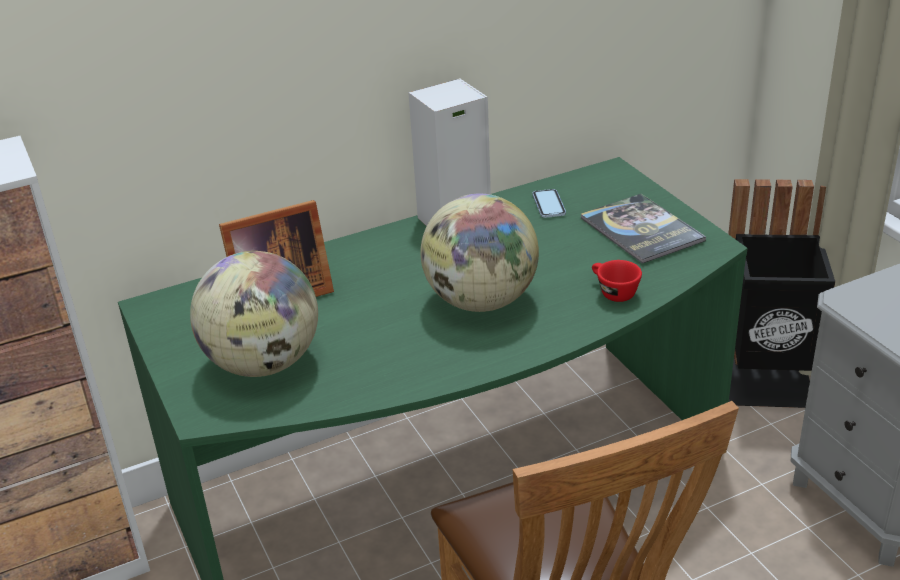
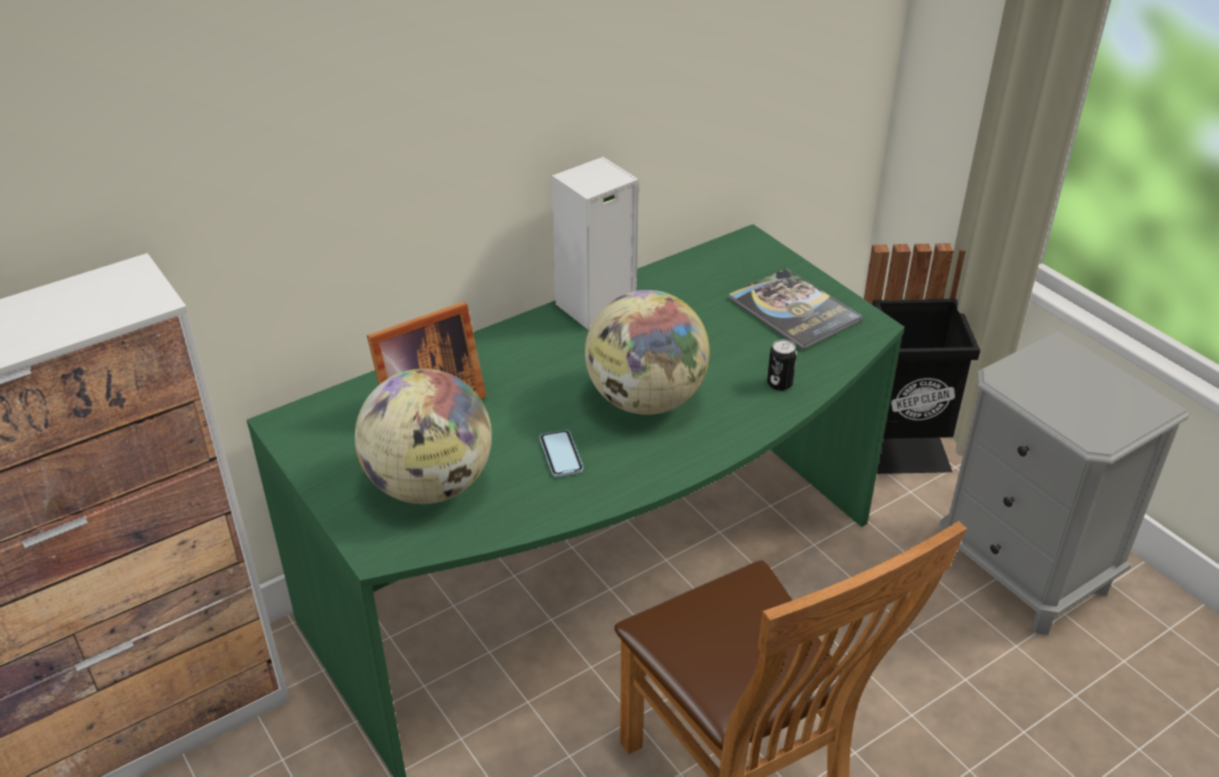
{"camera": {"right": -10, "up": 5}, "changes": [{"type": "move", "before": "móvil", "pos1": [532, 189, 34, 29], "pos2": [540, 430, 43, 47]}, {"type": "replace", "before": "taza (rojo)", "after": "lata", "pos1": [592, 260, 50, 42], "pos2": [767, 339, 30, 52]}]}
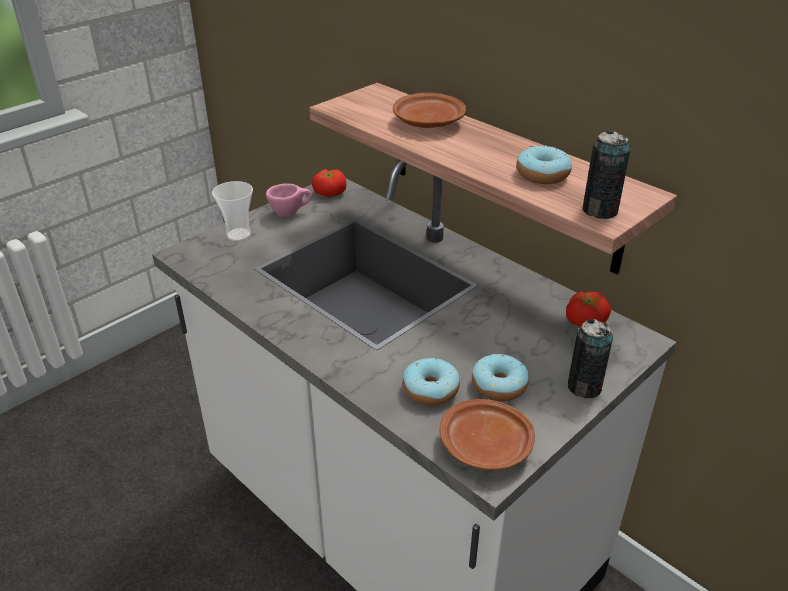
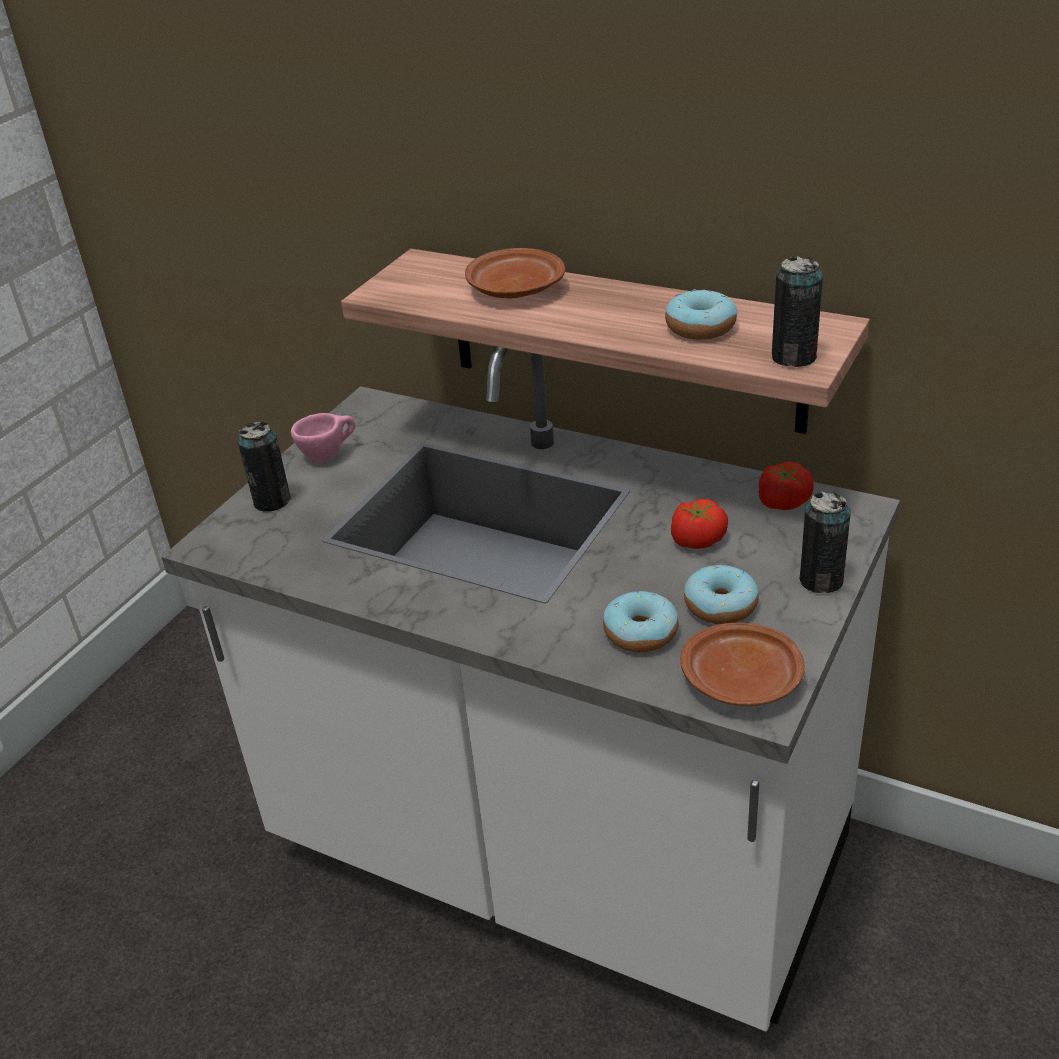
{"camera": {"right": -15, "up": 0}, "changes": [{"type": "replace", "before": "taza", "after": "lata", "pos1": [212, 181, 41, 61], "pos2": [238, 422, 53, 90]}, {"type": "move", "before": "tomate", "pos1": [312, 169, 34, 28], "pos2": [671, 499, 57, 50]}]}
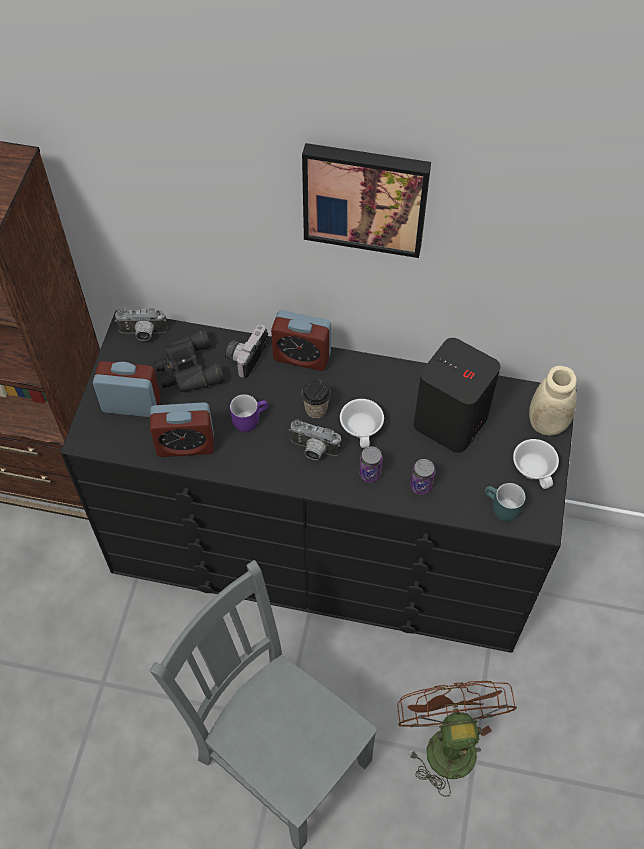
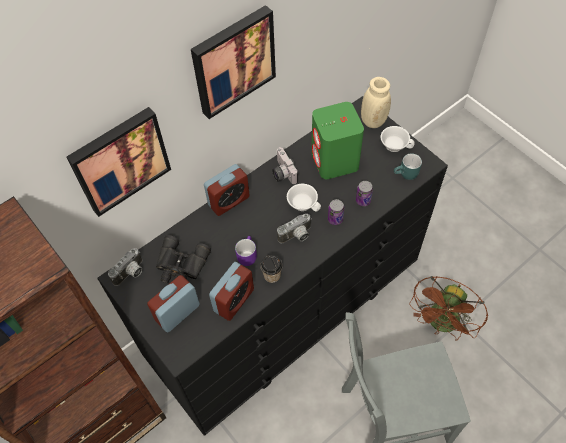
{"camera": {"right": -50, "up": 0}, "changes": [{"type": "move", "before": "cámara", "pos1": [225, 324, 43, 54], "pos2": [272, 147, 26, 37]}, {"type": "move", "before": "taza", "pos1": [302, 380, 29, 38], "pos2": [260, 255, 22, 28]}, {"type": "rotate", "before": "ventilador (marrón)", "pos1": [398, 681, 119, 115], "pos2": [409, 276, 79, 65], "turn": -90}, {"type": "recolor", "before": "altavoz (negro)", "after": "altavoz (verde)", "pos1": [414, 338, 86, 115], "pos2": [311, 102, 53, 77]}, {"type": "insert", "after": "cuadro", "pos2": [66, 107, 105, 110]}]}
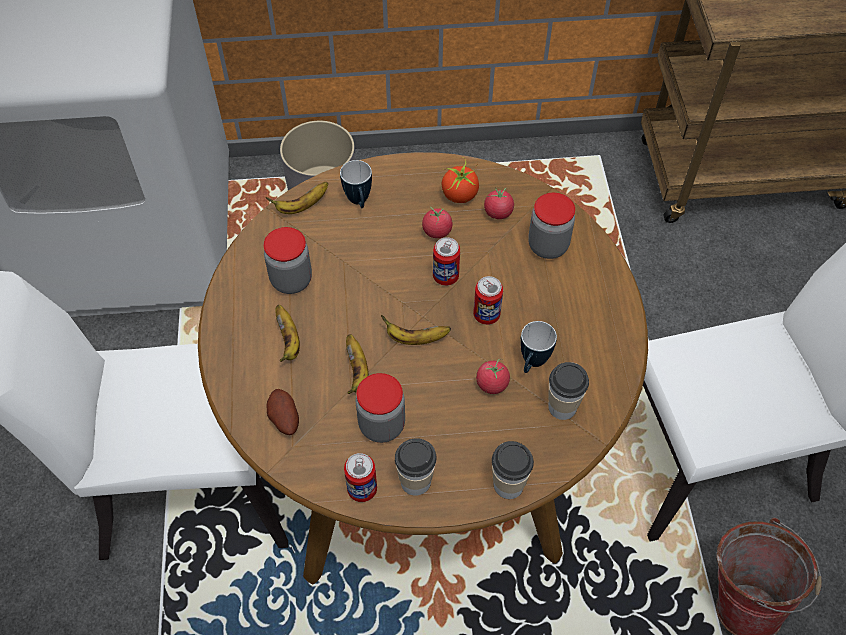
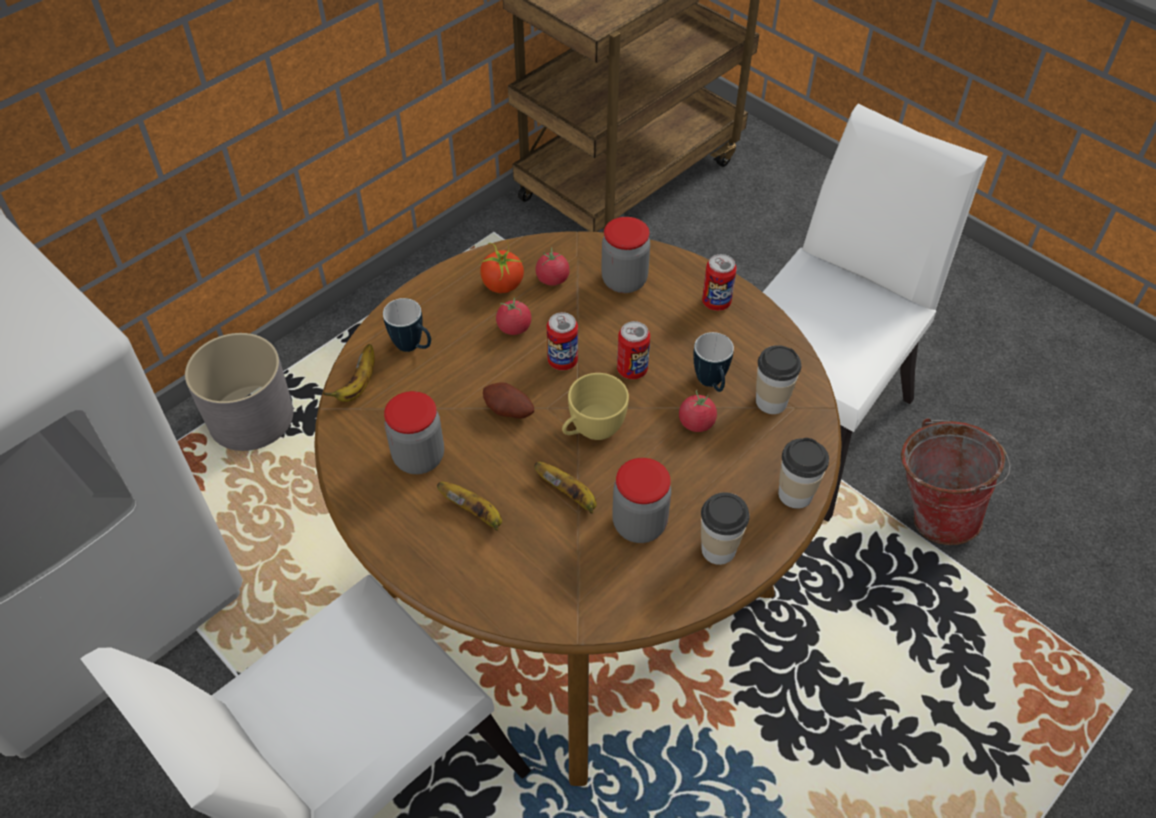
{"camera": {"right": -40, "up": -5}, "changes": [{"type": "move", "before": "patata", "pos1": [267, 389, 32, 46], "pos2": [483, 382, 51, 37]}, {"type": "move", "before": "lata", "pos1": [344, 453, 33, 49], "pos2": [702, 254, 35, 57]}, {"type": "replace", "before": "plátano", "after": "taza (amarillo)", "pos1": [381, 315, 70, 30], "pos2": [562, 373, 67, 67]}]}
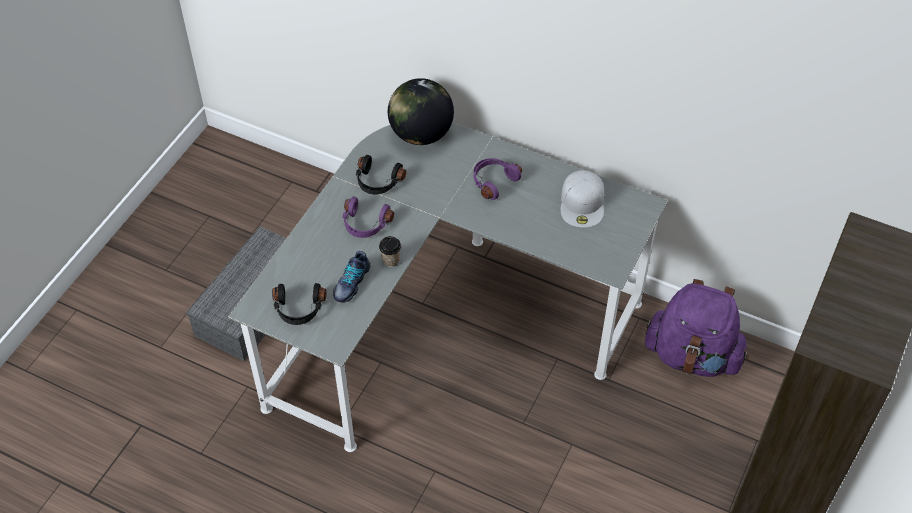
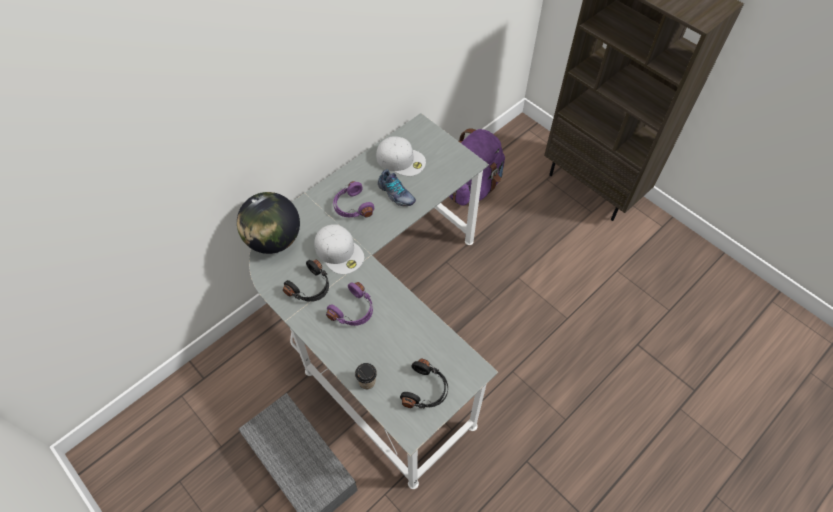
{"camera": {"right": -70, "up": 5}, "changes": [{"type": "move", "before": "zapato", "pos1": [333, 251, 37, 51], "pos2": [378, 169, 38, 37]}, {"type": "move", "before": "taza", "pos1": [379, 236, 22, 31], "pos2": [355, 363, 22, 26]}, {"type": "insert", "after": "gorra (blanco)", "pos2": [314, 224, 50, 51]}]}
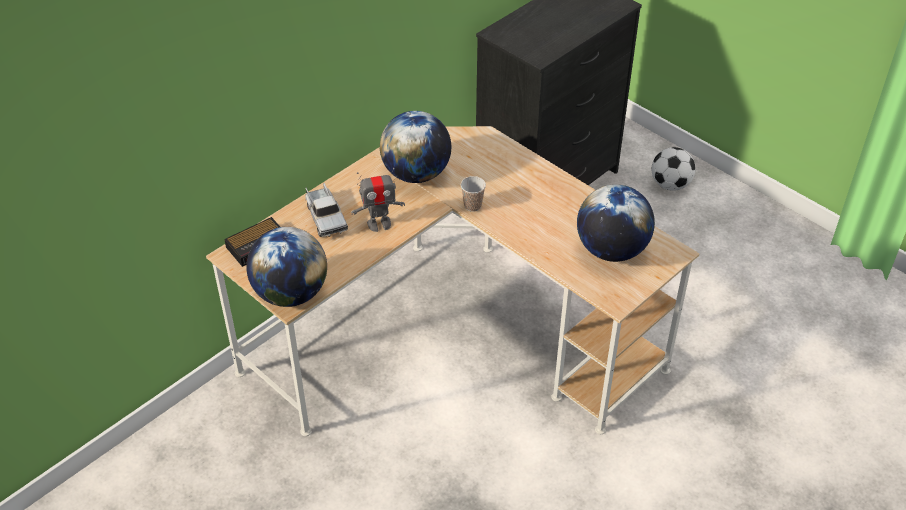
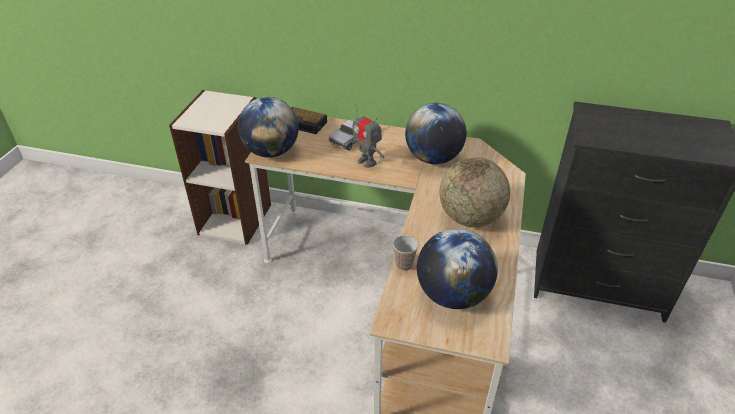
{"camera": {"right": 60, "up": -5}, "changes": [{"type": "move", "before": "taza", "pos1": [461, 176, 25, 36], "pos2": [393, 235, 26, 36]}, {"type": "delete", "before": "balón de fútbol", "pos1": [652, 147, 44, 44]}, {"type": "insert", "after": "estantería", "pos2": [169, 90, 102, 155]}, {"type": "insert", "after": "globo terráqueo", "pos2": [439, 157, 71, 70]}]}
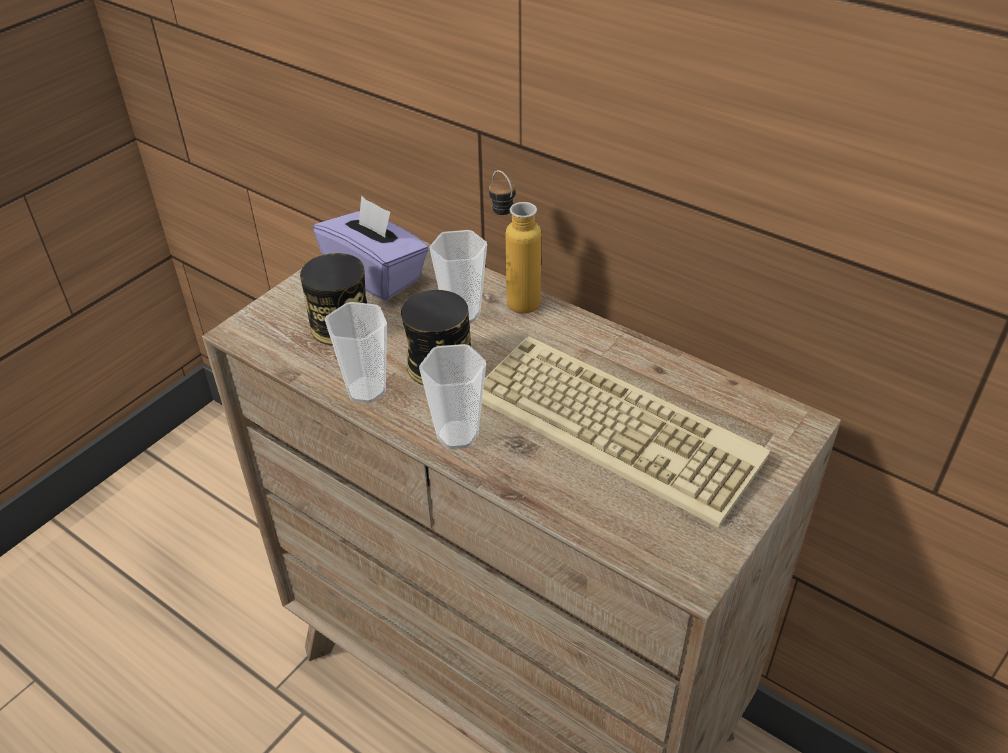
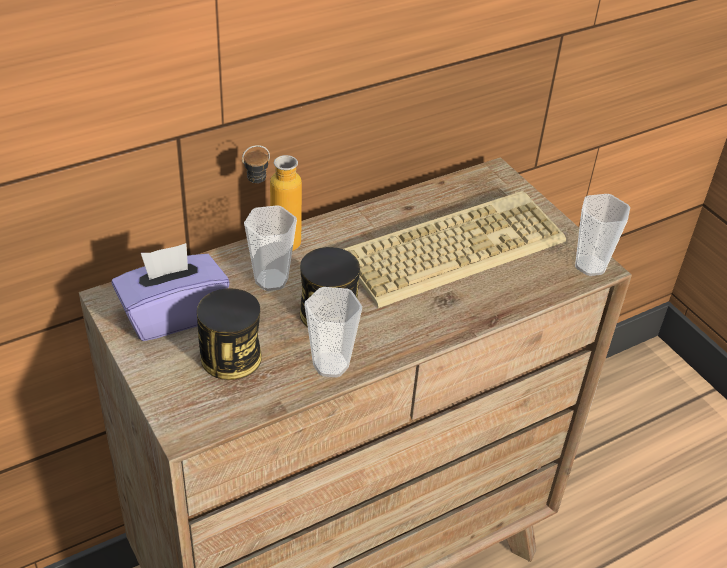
{"camera": {"right": -70, "up": 0}, "changes": [{"type": "move", "before": "taza", "pos1": [419, 344, 67, 105], "pos2": [575, 194, 55, 82]}]}
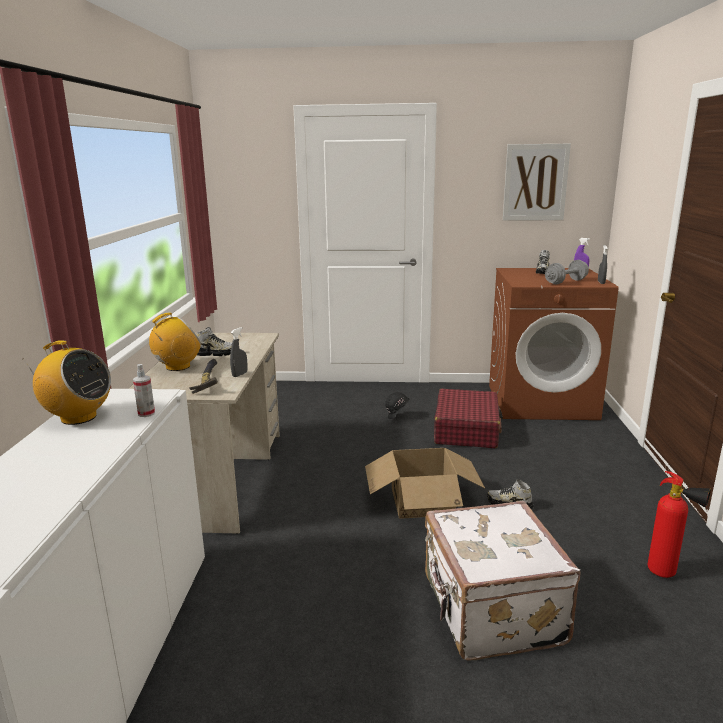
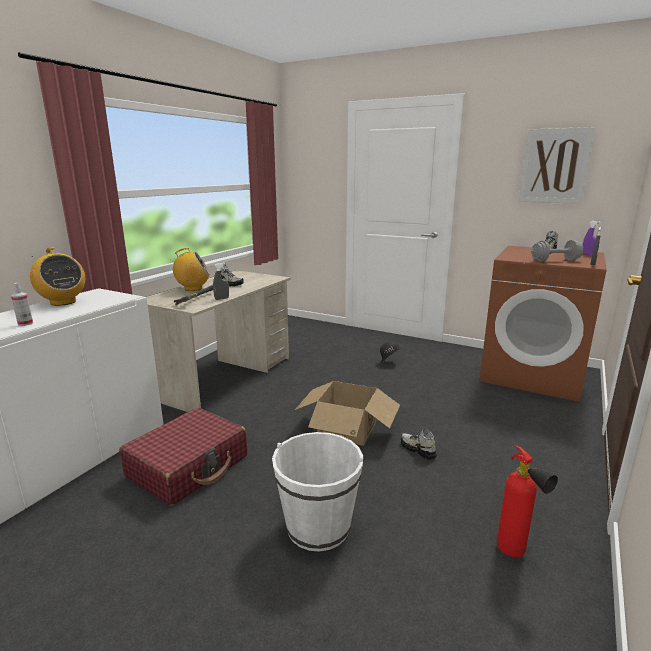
{"camera": {"right": 25, "up": 0}, "changes": [{"type": "move", "before": "pulverizador", "pos1": [133, 364, 22, 53], "pos2": [11, 283, 22, 43]}, {"type": "replace", "before": "maleta (blanco)", "after": "cubo (blanco)", "pos1": [425, 501, 155, 160], "pos2": [272, 432, 91, 120]}, {"type": "move", "before": "maleta (rojo)", "pos1": [434, 389, 69, 59], "pos2": [119, 408, 128, 98]}]}
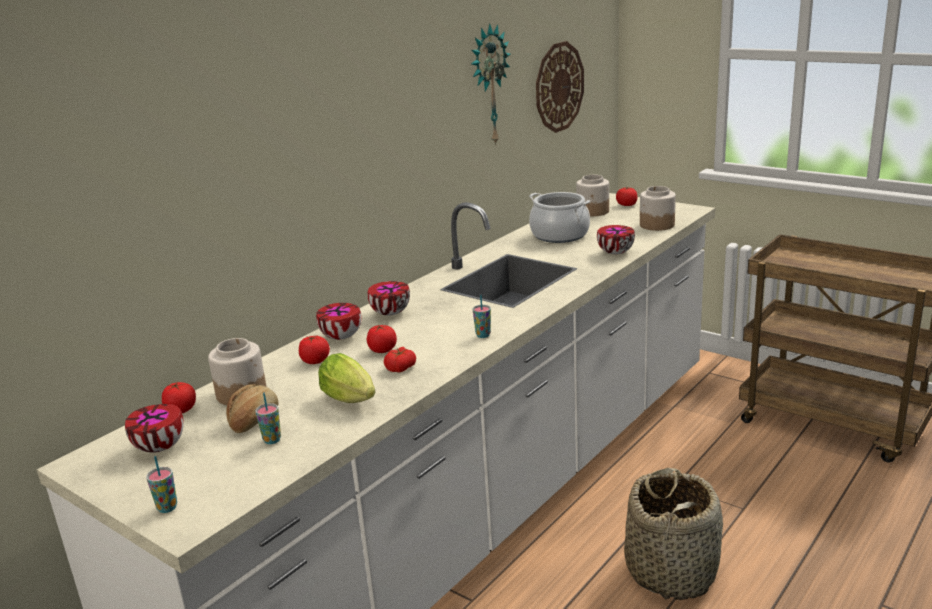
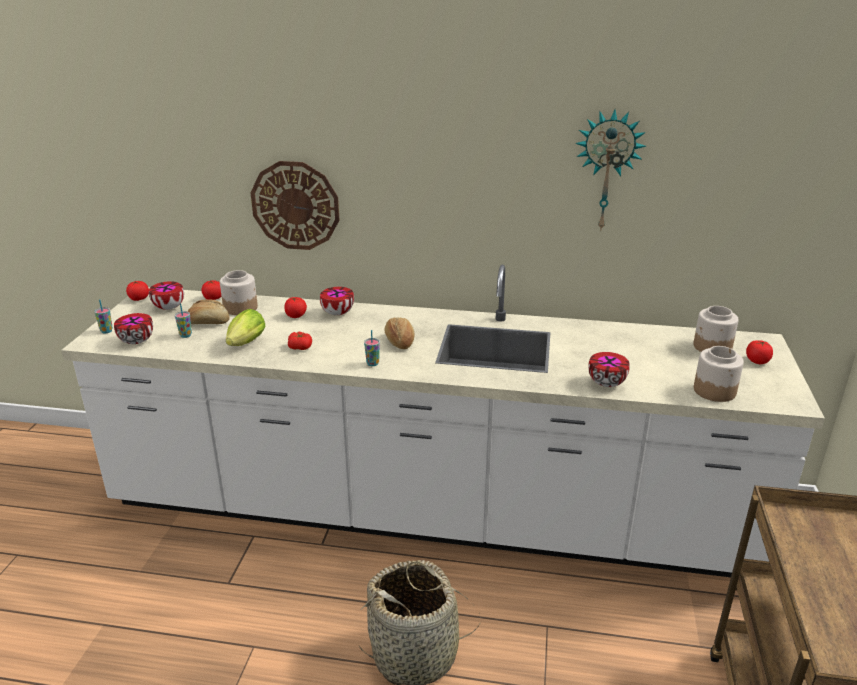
{"camera": {"right": 60, "up": 5}, "changes": [{"type": "move", "before": "cuenco", "pos1": [367, 281, 43, 35], "pos2": [114, 313, 39, 31]}, {"type": "move", "before": "tomate", "pos1": [367, 325, 30, 28], "pos2": [126, 281, 23, 20]}, {"type": "delete", "before": "olla", "pos1": [529, 192, 61, 51]}, {"type": "move", "before": "reloj de pared", "pos1": [536, 41, 48, 92], "pos2": [251, 161, 89, 89]}, {"type": "insert", "after": "pan", "pos2": [384, 317, 31, 32]}]}
